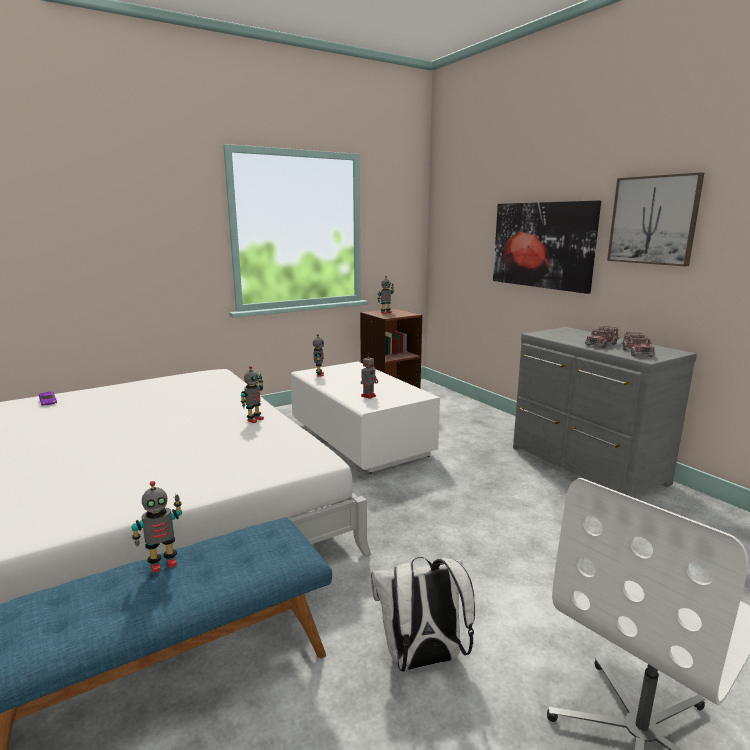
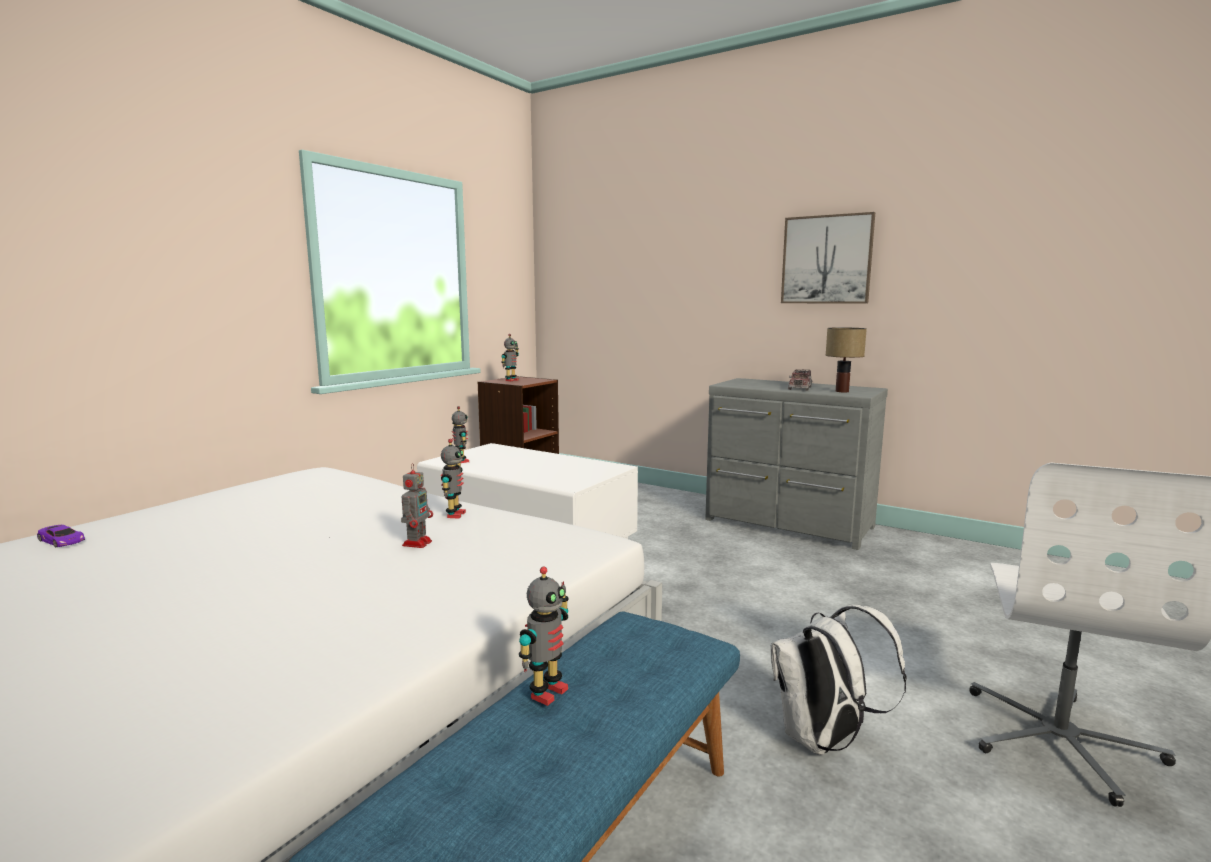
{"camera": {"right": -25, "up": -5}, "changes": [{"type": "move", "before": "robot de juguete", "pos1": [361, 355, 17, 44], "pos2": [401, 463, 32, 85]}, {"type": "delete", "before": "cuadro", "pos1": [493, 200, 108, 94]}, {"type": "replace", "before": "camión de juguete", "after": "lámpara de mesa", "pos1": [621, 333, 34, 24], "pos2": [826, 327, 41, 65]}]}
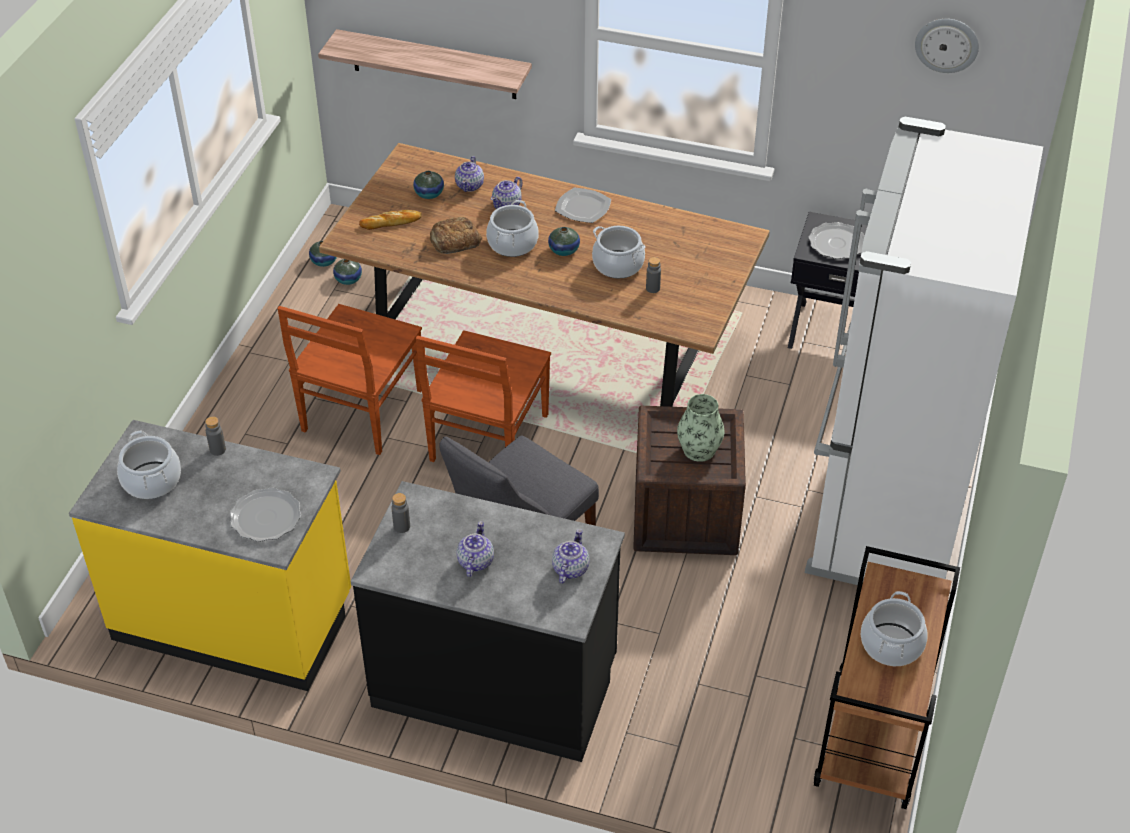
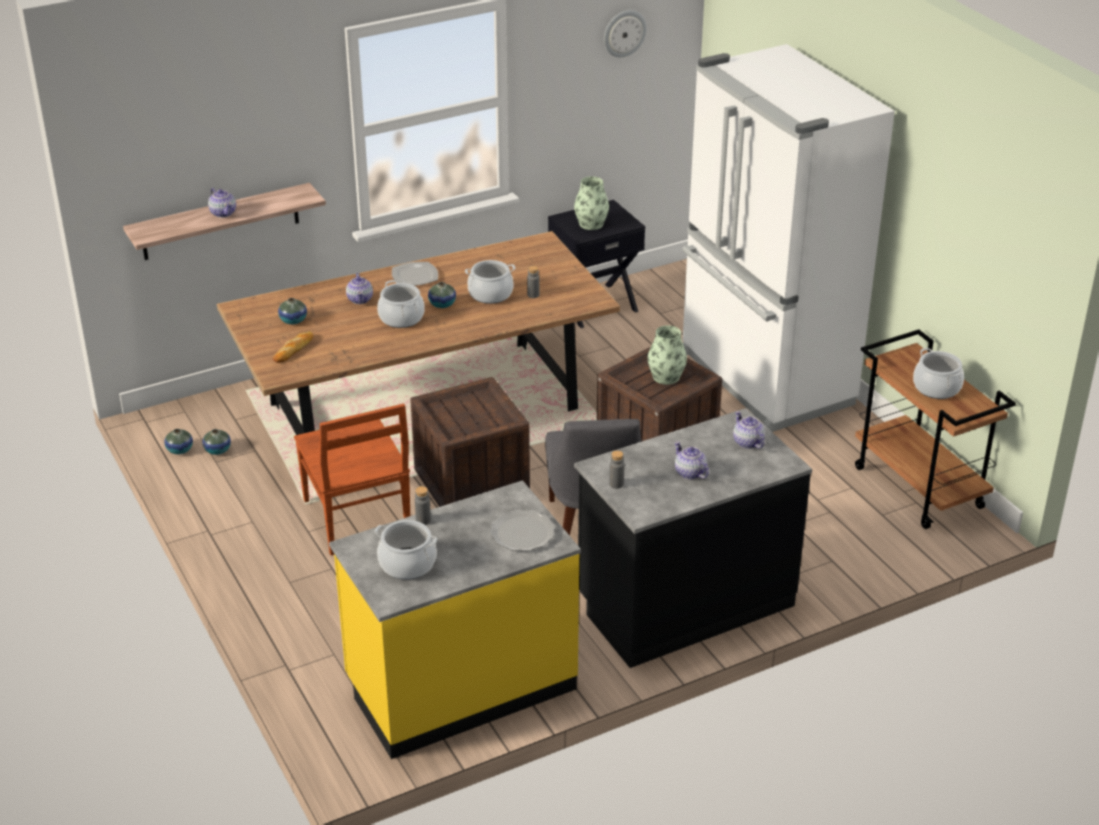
{"camera": {"right": -45, "up": -10}, "changes": [{"type": "replace", "before": "silla (marrón)", "after": "caja de embalaje", "pos1": [416, 330, 135, 132], "pos2": [410, 377, 120, 130]}, {"type": "delete", "before": "pan", "pos1": [430, 217, 52, 37]}, {"type": "move", "before": "tetera", "pos1": [455, 156, 29, 36], "pos2": [208, 188, 28, 30]}, {"type": "replace", "before": "plato", "after": "florero", "pos1": [808, 222, 56, 37], "pos2": [574, 176, 35, 54]}]}
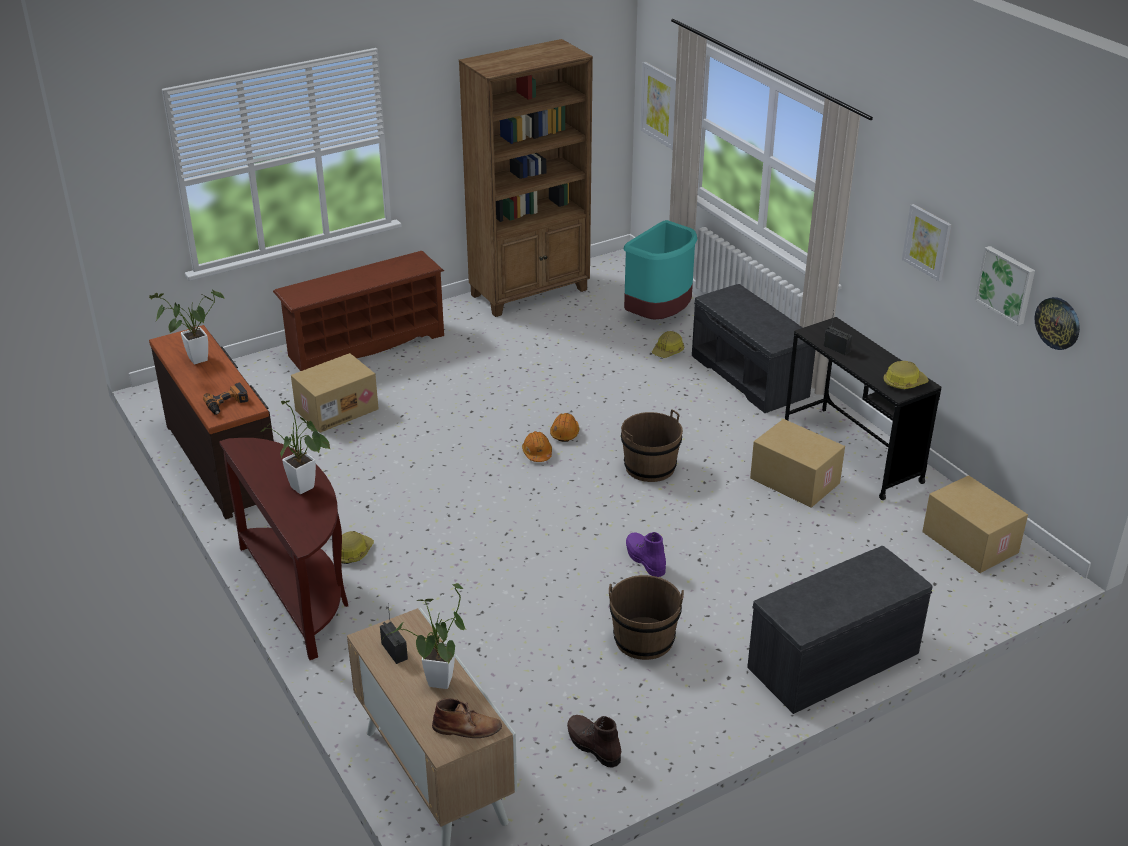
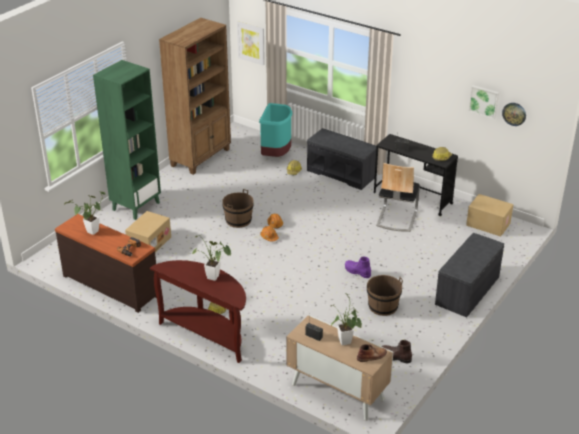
{"camera": {"right": -25, "up": 0}, "changes": [{"type": "replace", "before": "zapatero (marrón)", "after": "estantería (verde)", "pos1": [273, 251, 171, 120], "pos2": [93, 60, 68, 160]}, {"type": "move", "before": "cubo (marrón)", "pos1": [621, 409, 62, 73], "pos2": [222, 189, 32, 39]}, {"type": "replace", "before": "caja de cartón", "after": "silla", "pos1": [750, 419, 95, 89], "pos2": [376, 163, 44, 69]}, {"type": "delete", "before": "cuadro", "pos1": [902, 204, 50, 77]}]}
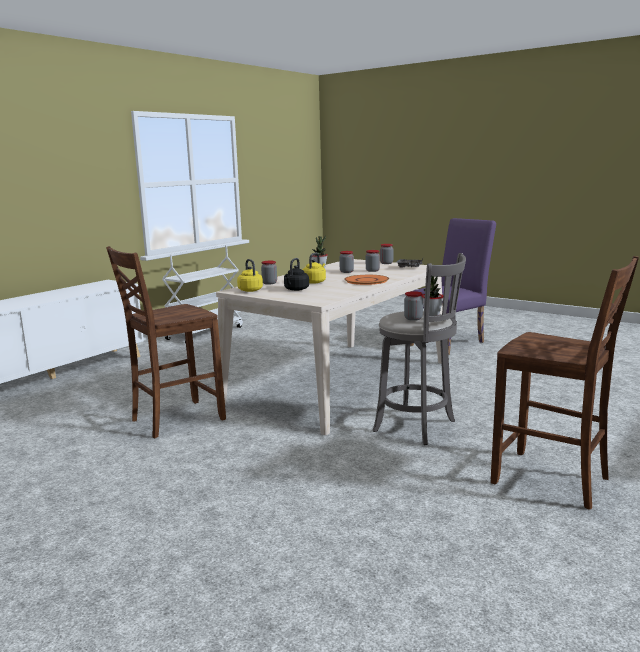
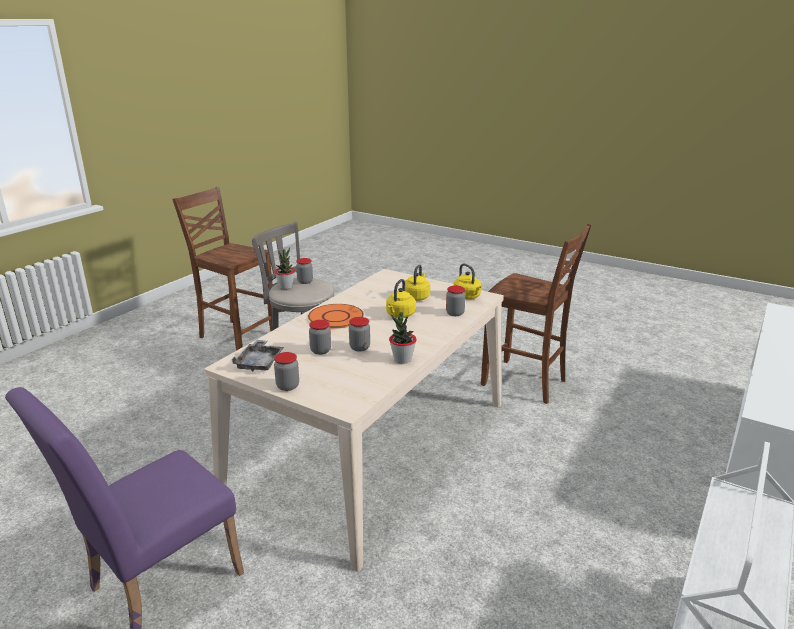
{"camera": {"right": 175, "up": 10}, "changes": [{"type": "rotate", "before": "silla (marrón)", "pos1": [106, 246, 120, 192], "pos2": [481, 223, 110, 181], "turn": 75}, {"type": "recolor", "before": "hervidor (negro)", "after": "hervidor (amarillo)", "pos1": [284, 258, 25, 33], "pos2": [405, 264, 25, 37]}]}
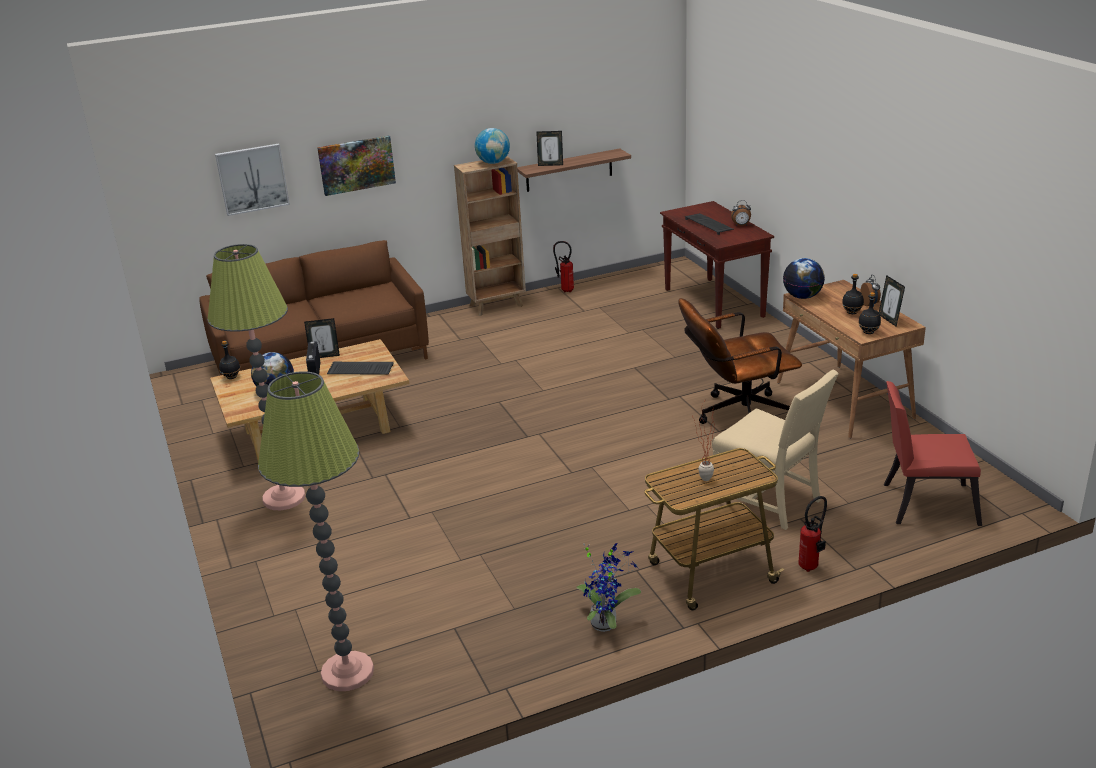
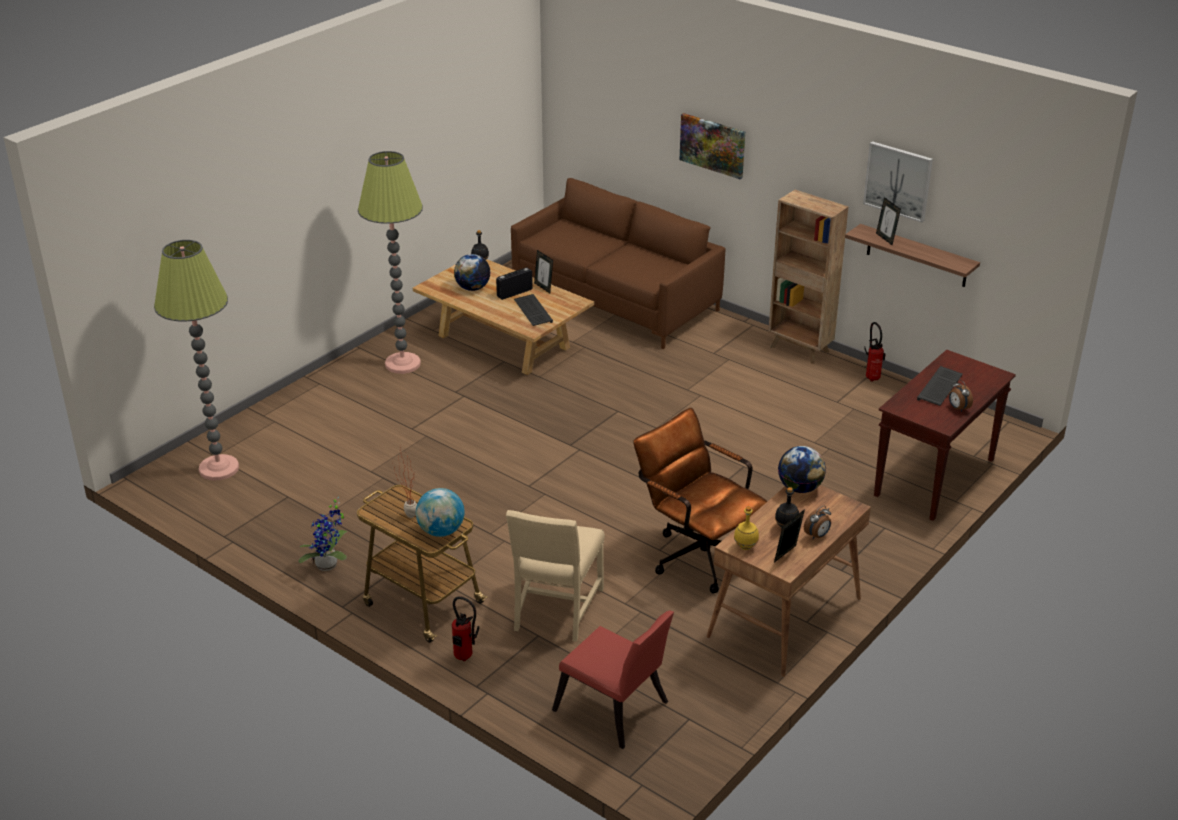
{"camera": {"right": 60, "up": 5}, "changes": [{"type": "move", "before": "cuadro", "pos1": [215, 143, 75, 73], "pos2": [863, 141, 70, 81]}, {"type": "move", "before": "globo terráqueo", "pos1": [475, 128, 35, 36], "pos2": [416, 488, 49, 49]}, {"type": "recolor", "before": "botella (negro)", "after": "botella (amarillo)", "pos1": [858, 292, 23, 42], "pos2": [734, 506, 25, 44]}, {"type": "rotate", "before": "silla (rojo)", "pos1": [884, 381, 98, 145], "pos2": [552, 610, 122, 139], "turn": 150}]}
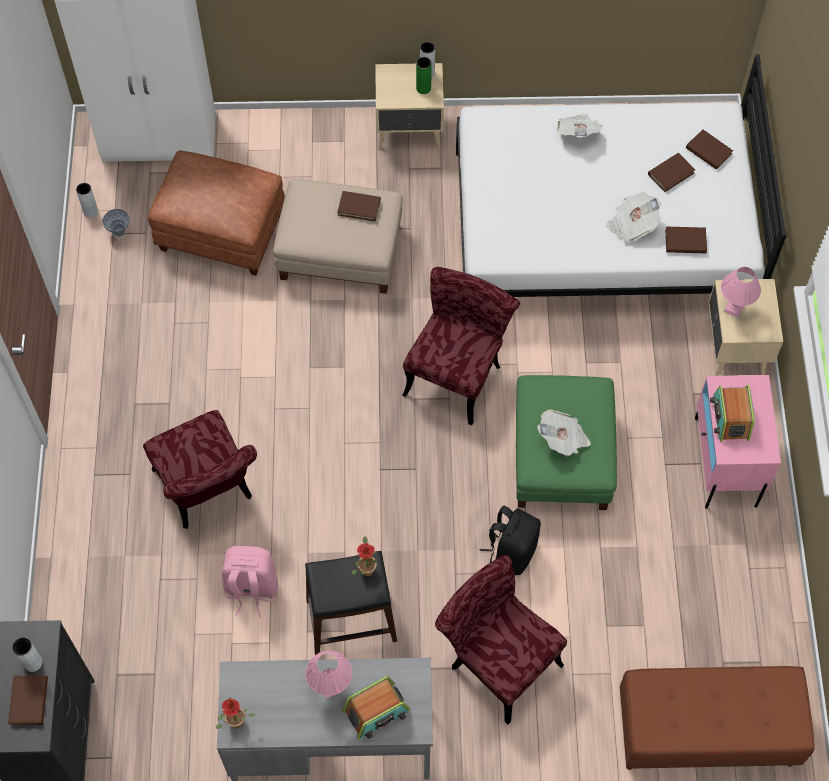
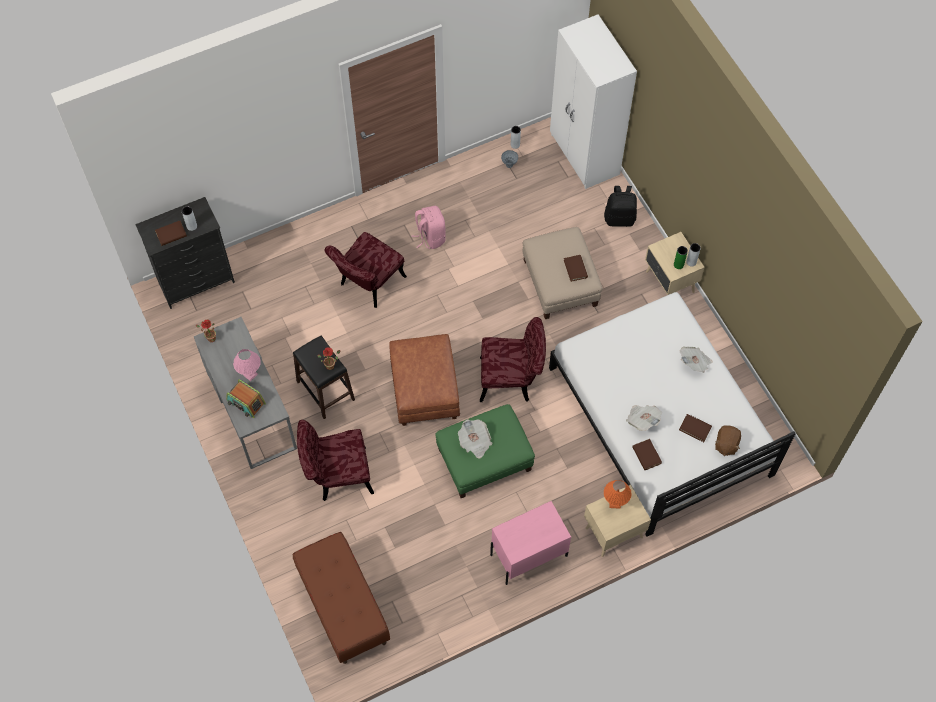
{"camera": {"right": 65, "up": 0}, "changes": [{"type": "move", "before": "puf (marrón)", "pos1": [148, 150, 137, 126], "pos2": [390, 334, 70, 92]}, {"type": "move", "before": "mochila (rosa)", "pos1": [222, 546, 56, 72], "pos2": [411, 206, 35, 43]}, {"type": "rotate", "before": "silla (rojo)", "pos1": [435, 555, 132, 169], "pos2": [297, 420, 77, 81], "turn": -120}, {"type": "move", "before": "mochila (negro)", "pos1": [479, 506, 62, 69], "pos2": [604, 186, 33, 41]}, {"type": "replace", "before": "libro (marrón)", "after": "peluche (marrón)", "pos1": [686, 129, 47, 40], "pos2": [715, 425, 26, 31]}, {"type": "delete", "before": "radio", "pos1": [710, 385, 45, 57]}, {"type": "recolor", "before": "lámpara de mesa (rosa)", "after": "lámpara de mesa (naranja)", "pos1": [721, 267, 40, 50], "pos2": [604, 480, 28, 29]}]}
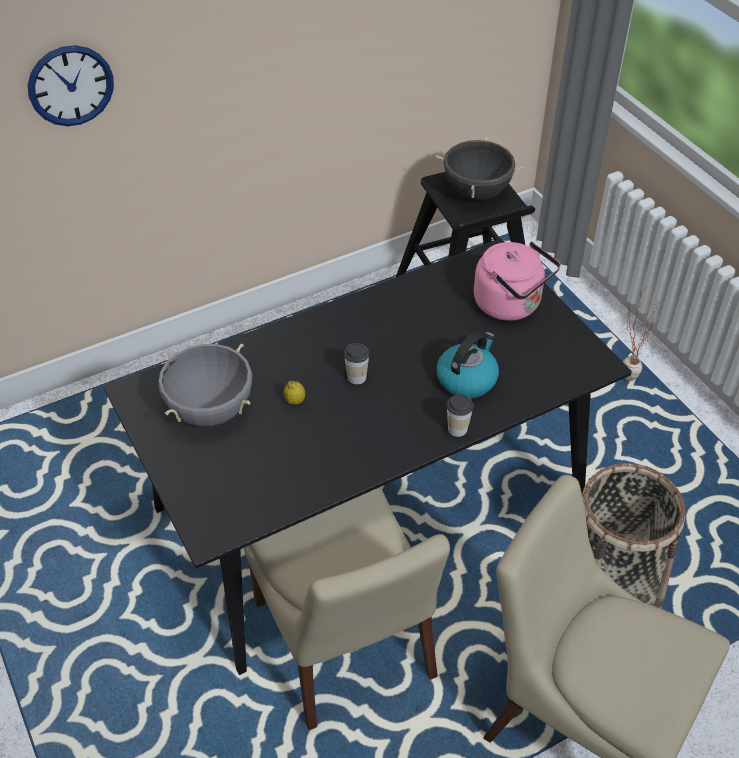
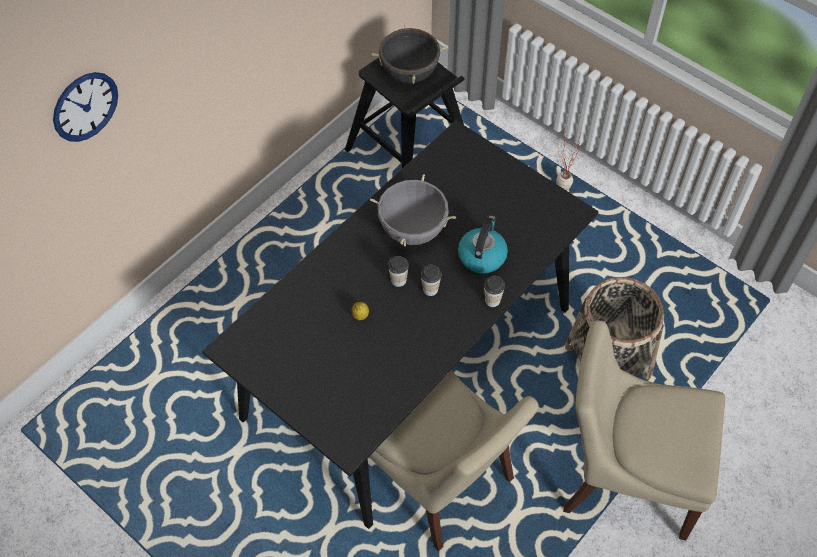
{"camera": {"right": -20, "up": 10}, "changes": [{"type": "move", "before": "olla (gris)", "pos1": [158, 344, 94, 82], "pos2": [370, 174, 86, 72]}, {"type": "delete", "before": "hervidor (rosa)", "pos1": [474, 242, 87, 79]}, {"type": "insert", "after": "taza", "pos2": [421, 265, 20, 31]}]}
